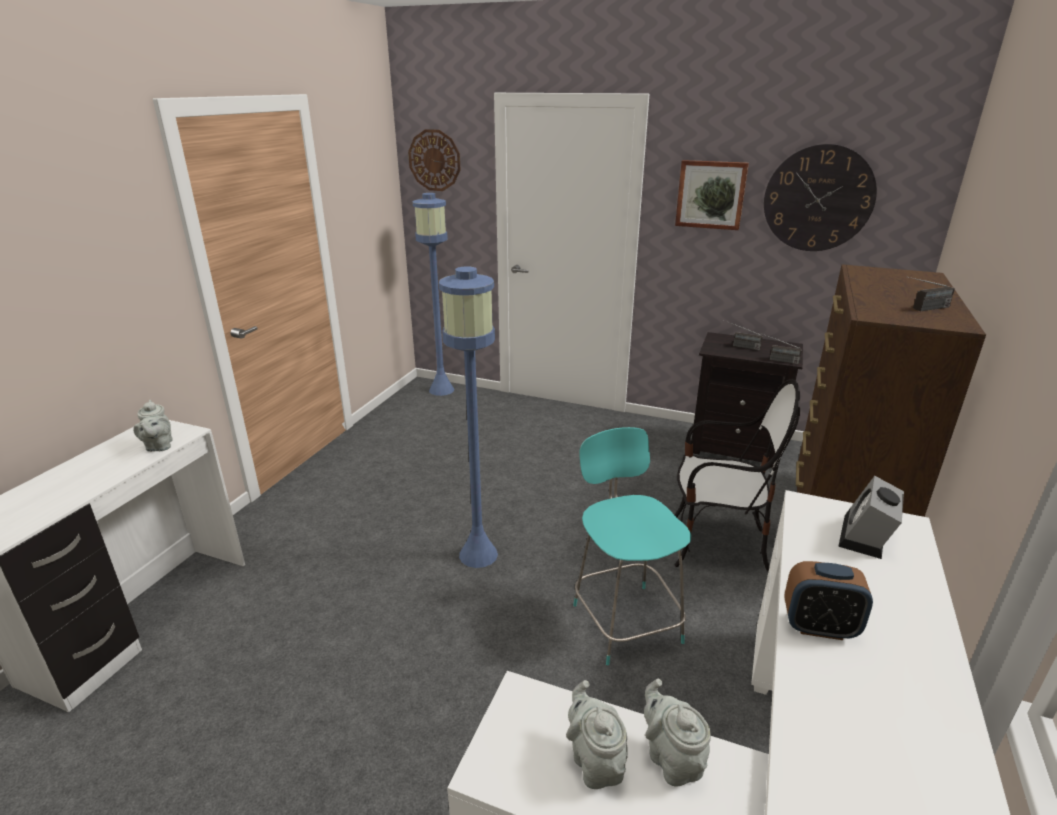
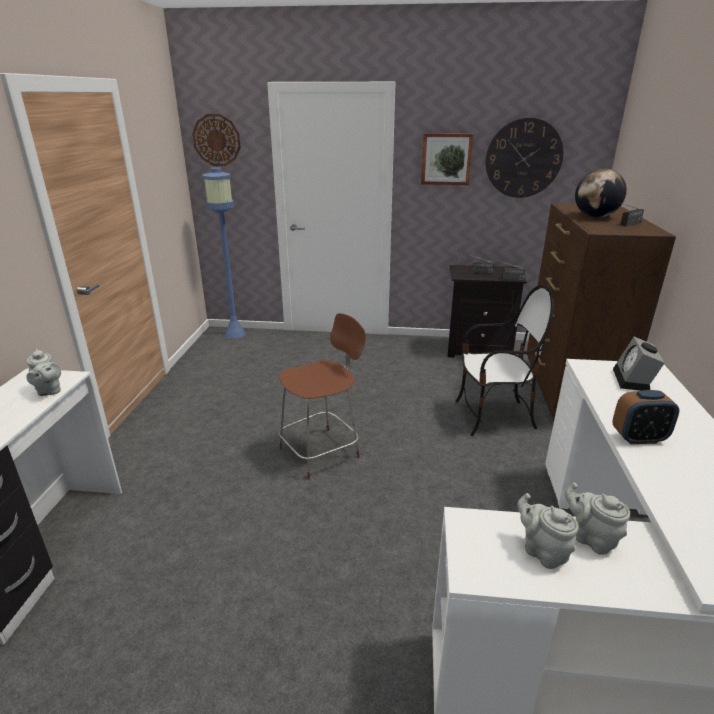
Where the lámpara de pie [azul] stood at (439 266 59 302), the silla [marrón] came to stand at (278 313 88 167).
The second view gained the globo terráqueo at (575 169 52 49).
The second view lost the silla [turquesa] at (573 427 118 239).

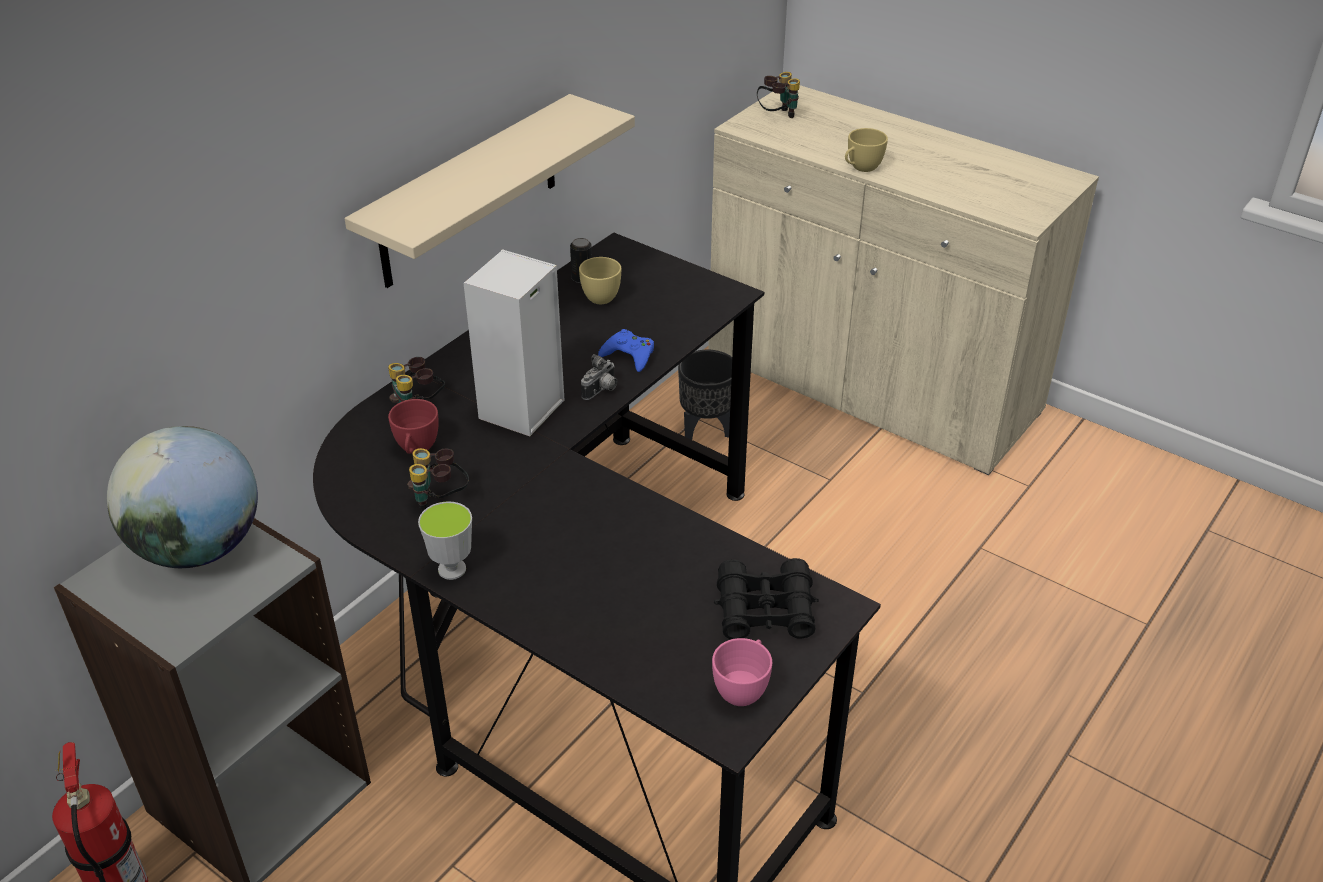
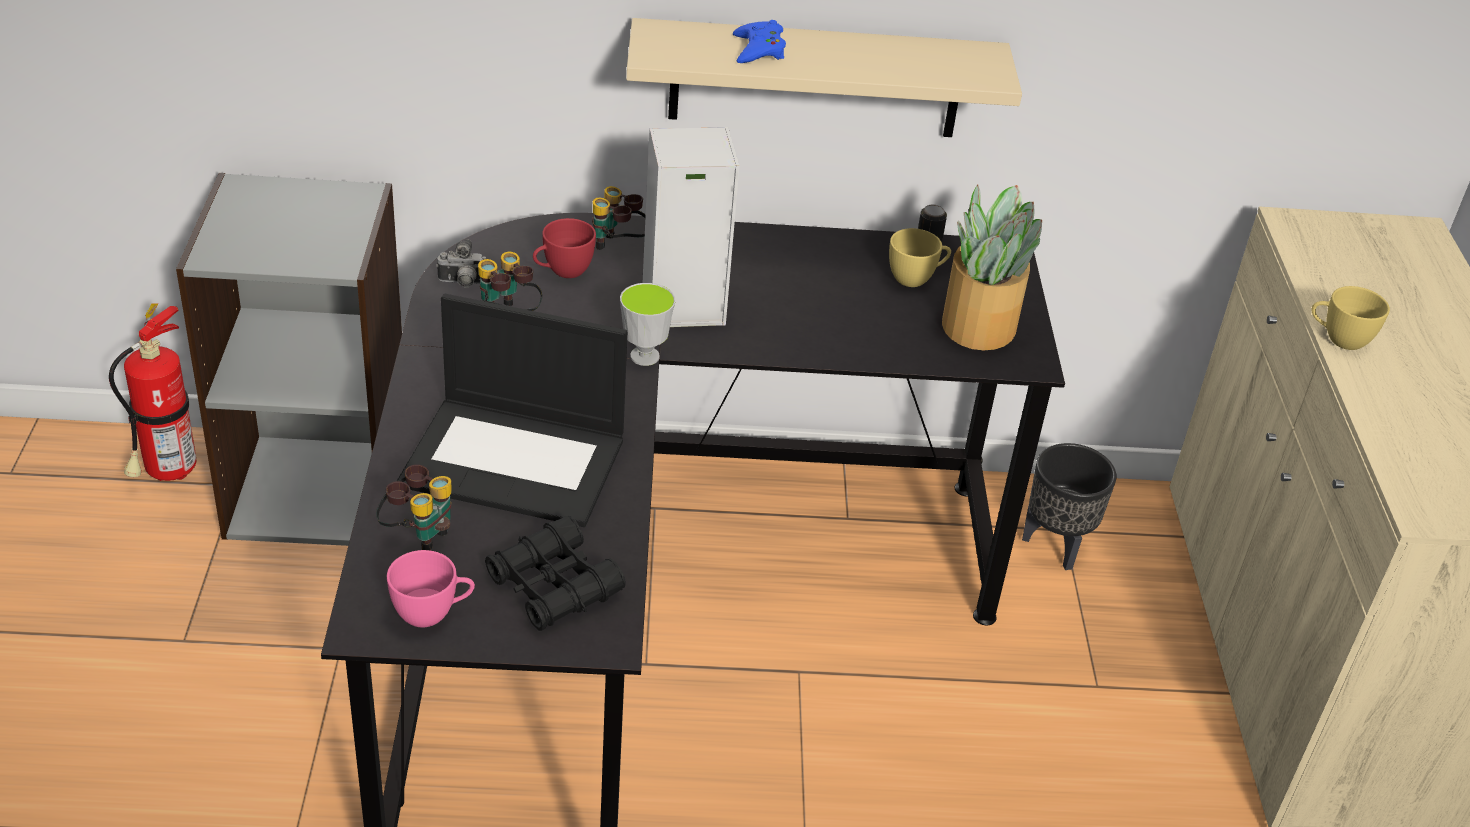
The prismáticos ended up elsewhere, having gone from (757 72 43 46) to (376 464 75 86).
The second view gained the portátil at (397 294 230 233).
The cámara ended up elsewhere, having gone from (581 354 37 46) to (436 239 50 49).
The taza ended up elsewhere, having gone from (418 502 54 78) to (620 283 55 83).
The mando de consola [azul] ended up elsewhere, having gone from (598 329 56 43) to (733 20 53 43).
The second view gained the planta en maceta at (942 184 100 166).
The second view lost the globo terráqueo at (107 426 151 142).

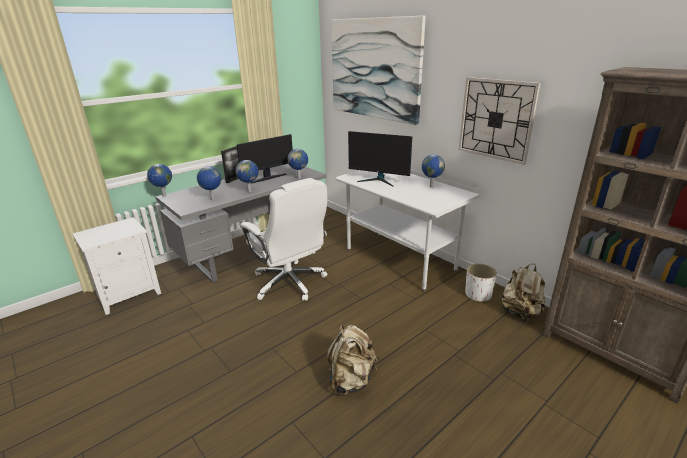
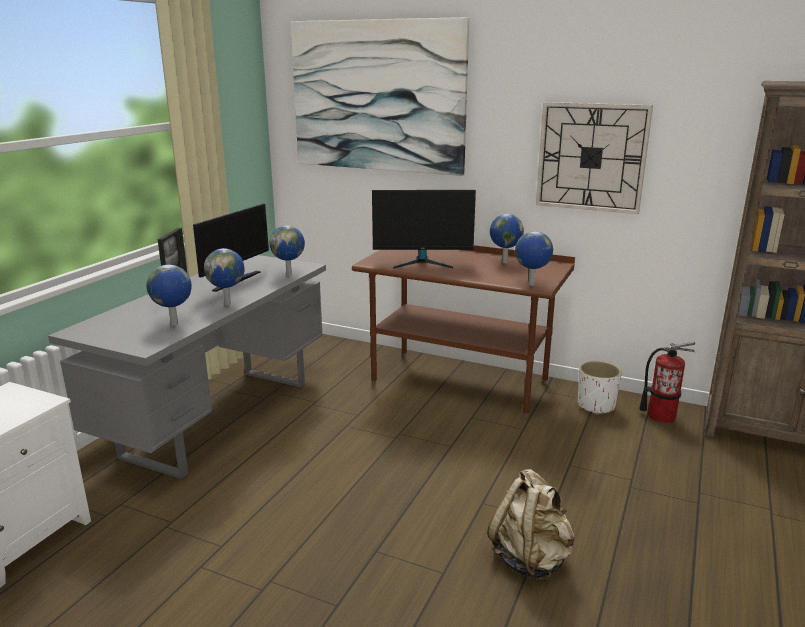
What was the escritorio [blanco] at (336 170 144 122) turned into the escritorio [marrón] at (352 245 223 172).
The globo terráqueo ended up elsewhere, having gone from (147 164 25 33) to (515 231 38 55).
Where the mochila [beis] stood at (499 264 47 57), the extintor came to stand at (639 342 56 81).
The second view lost the silla de oficina [blanco] at (240 178 88 123).

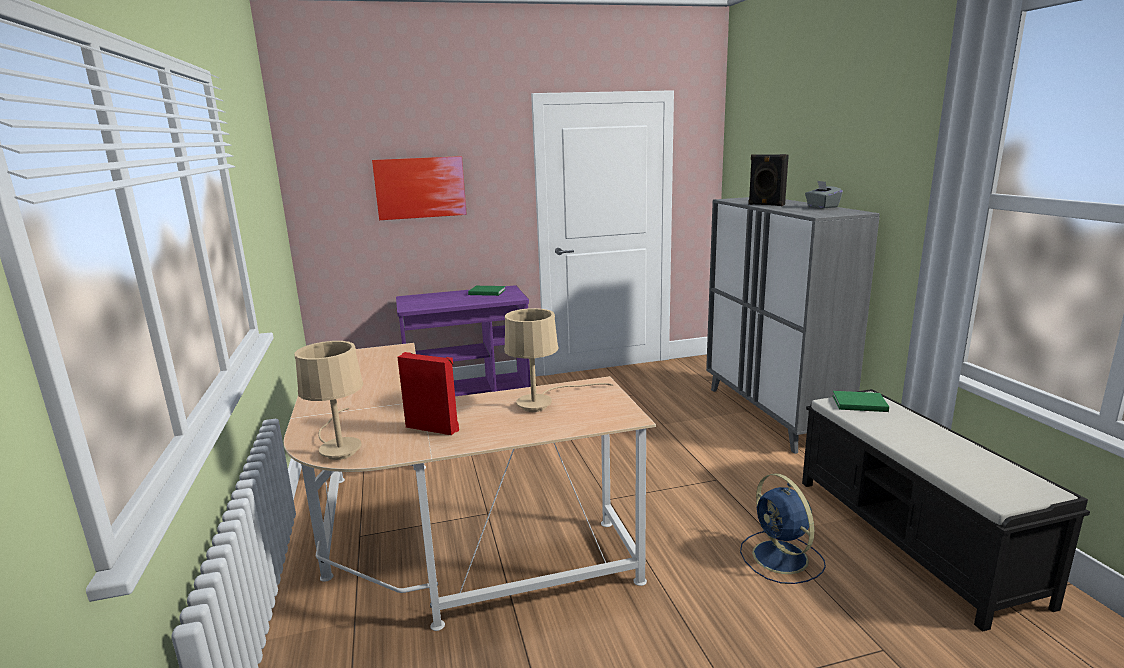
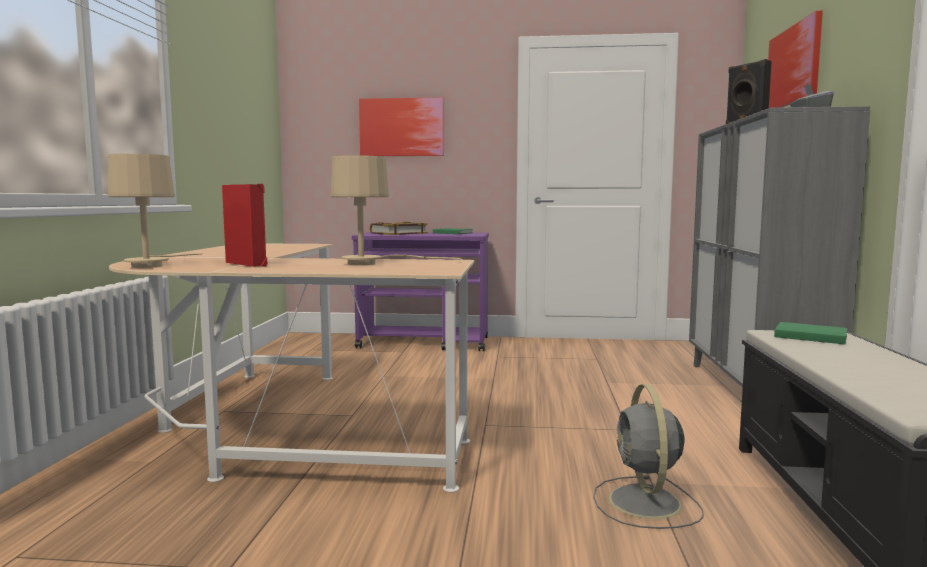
The second view gained the libro at (370 222 58 13).
What was the ventilador [azul] at (740 473 86 111) turned into the ventilador [gris] at (593 384 111 145).
The second view gained the cuadro at (768 10 55 98).

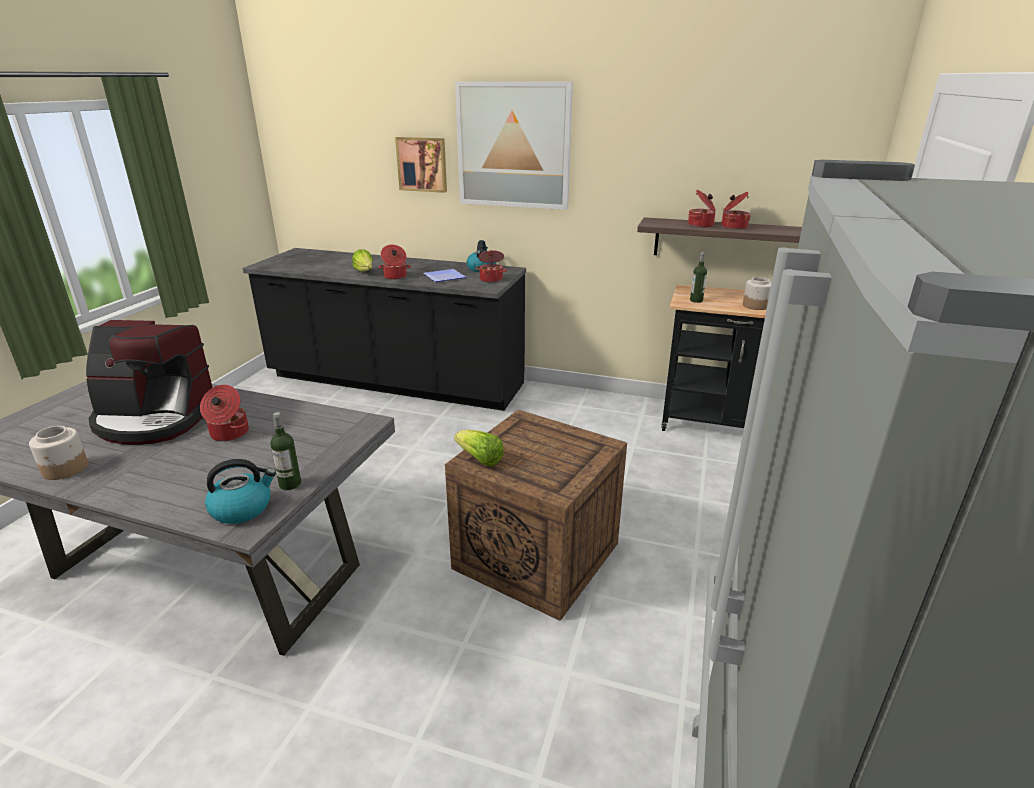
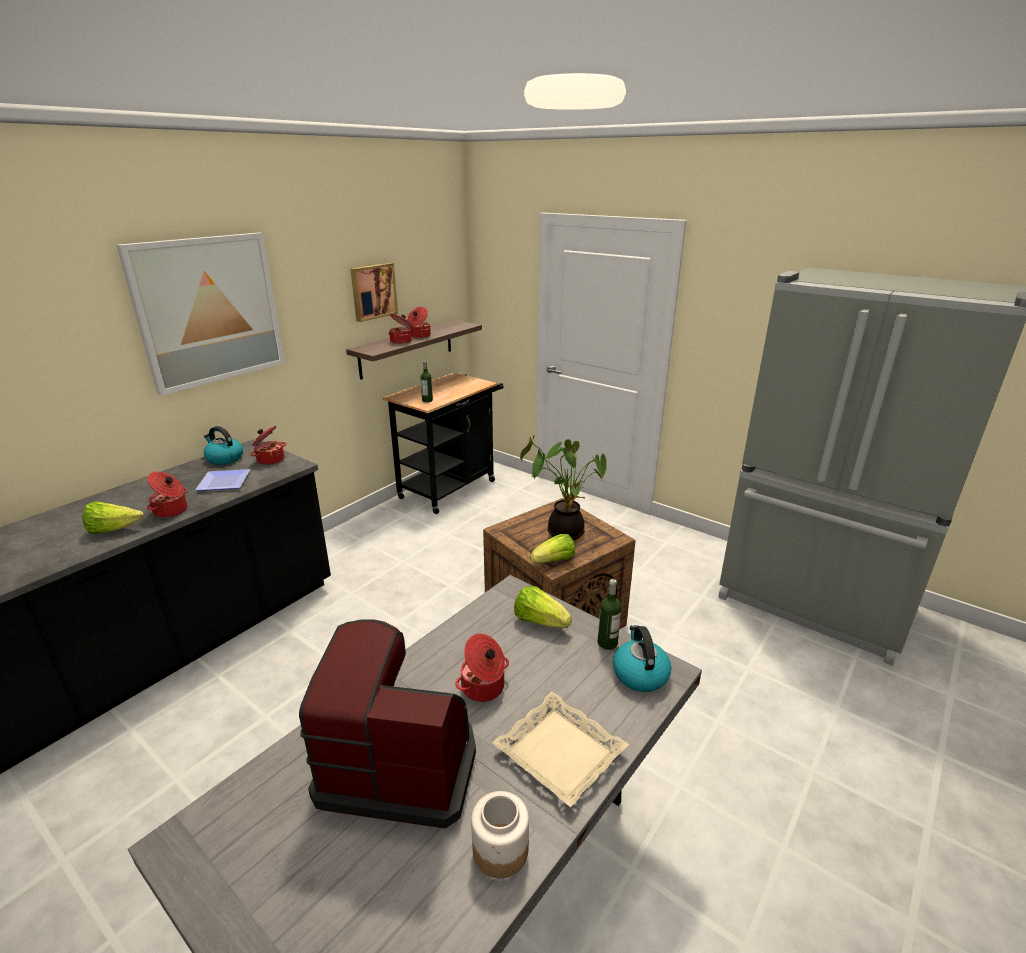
The cafetera at (86 320 127 125) ended up facing another way, 105 degrees counterclockwise from before.
The cuadro ended up elsewhere, having gone from (395 137 52 56) to (350 263 48 59).
The second view gained the bandeja [beis] at (492 692 137 115).
The second view gained the lechuga at (514 586 58 42).
The second view gained the planta en maceta at (520 436 87 104).
The second view lost the tarro at (743 277 29 33).

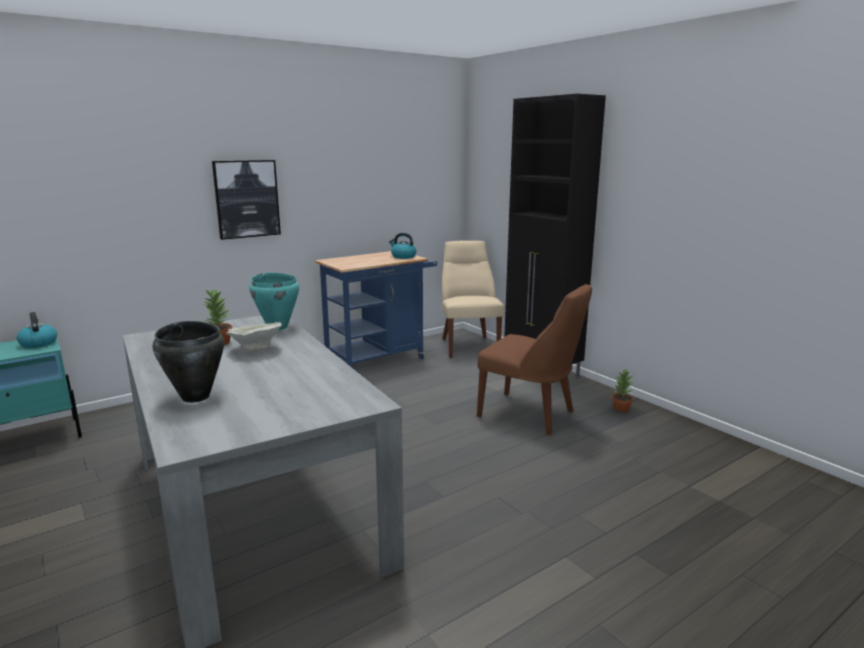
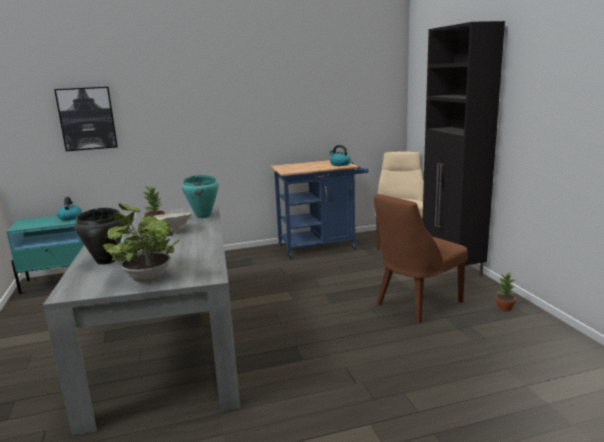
The cuadro ended up elsewhere, having gone from (212 160 69 80) to (54 87 64 64).
The second view gained the planta en maceta at (103 203 76 79).
The silla [marrón] at (477 284 115 151) ended up facing another way, 90 degrees clockwise from before.

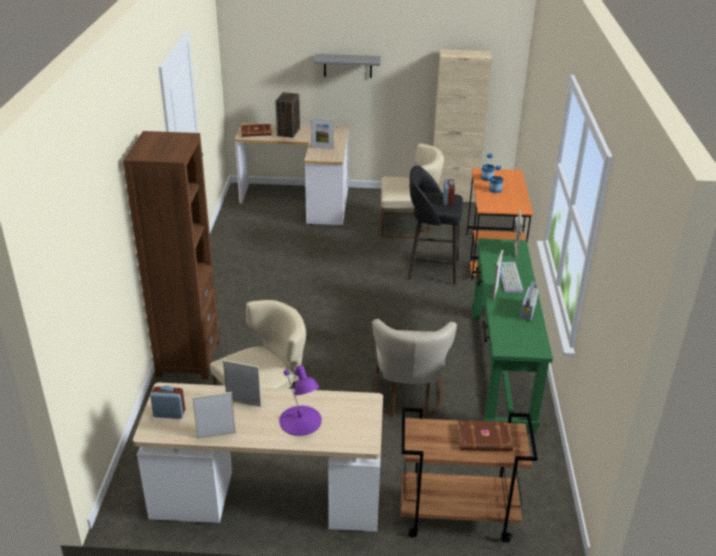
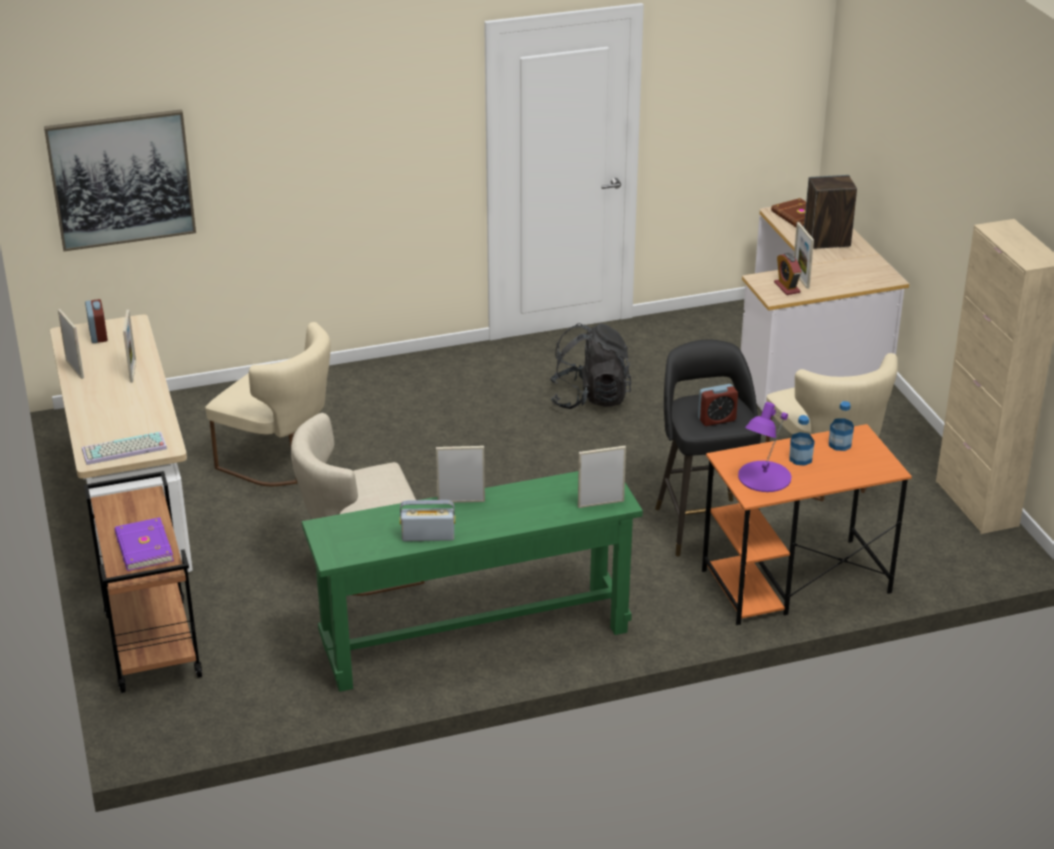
The second view gained the cuadro at (44 109 152 142).
The teclado ended up elsewhere, having gone from (500 262 23 30) to (82 432 85 33).
What was the libro [marrón] at (457 421 56 30) turned into the libro [morado] at (114 517 60 54).
The second view gained the mochila [negro] at (550 323 81 86).
The lámpara de mesa [morado] ended up elsewhere, having gone from (279 365 43 71) to (738 402 53 90).
The second view gained the despertador at (774 253 27 42).
The second view lost the estantería [marrón] at (123 131 97 249).
The second view lost the estante [gris] at (313 54 68 24).

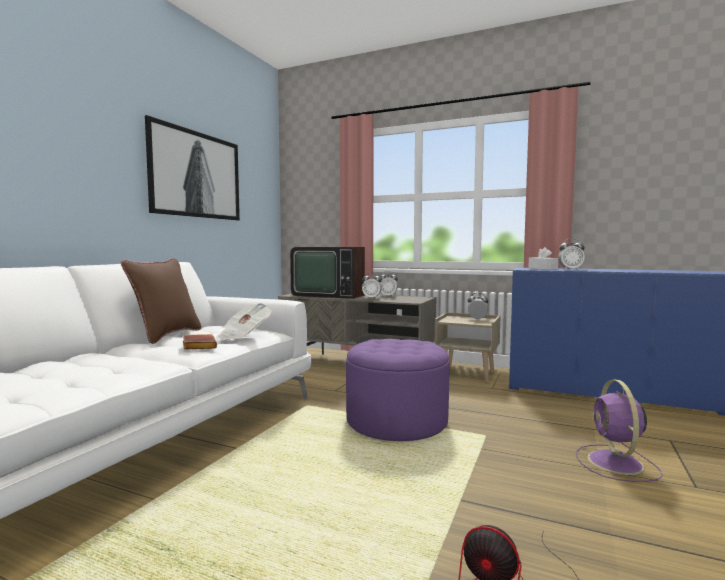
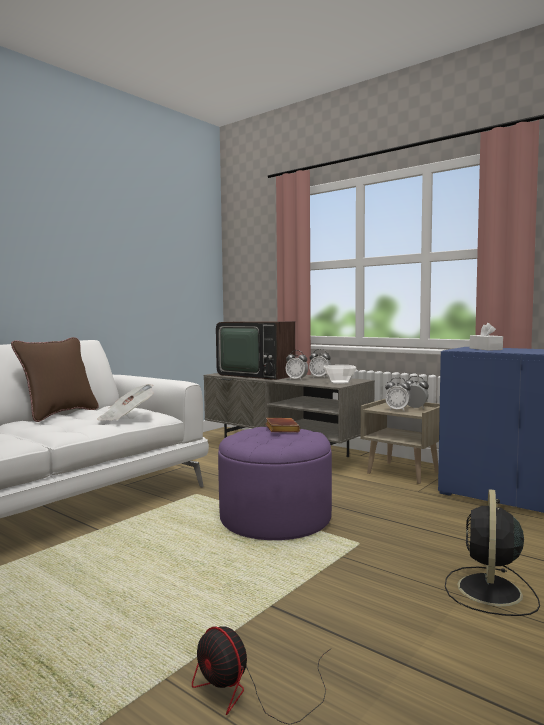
The libro [marrón] ended up elsewhere, having gone from (183 334 34 16) to (266 418 34 14).
The second view gained the cuenco at (324 365 32 19).
The despertador ended up elsewhere, having gone from (558 238 27 32) to (385 378 26 33).
What was the ventilador [morado] at (576 380 87 102) turned into the ventilador [negro] at (445 489 95 127).
The second view lost the cuadro at (145 115 95 105).

